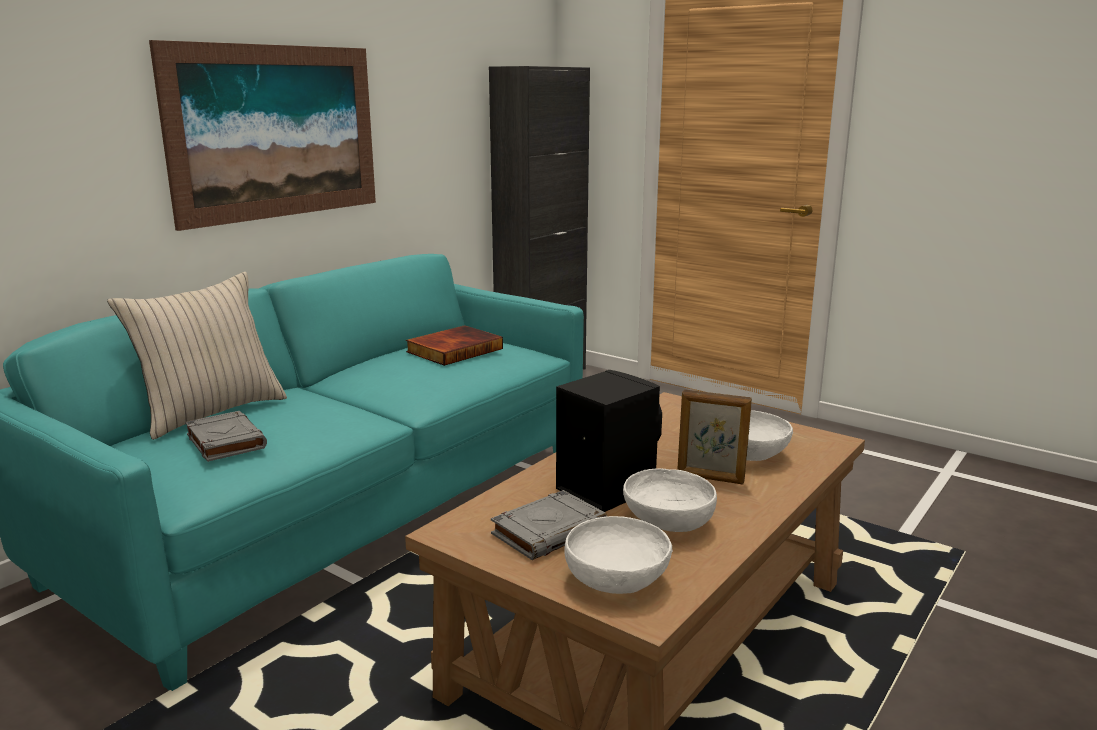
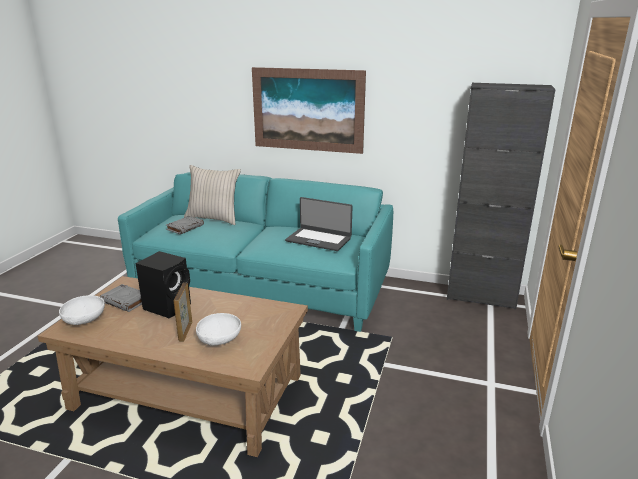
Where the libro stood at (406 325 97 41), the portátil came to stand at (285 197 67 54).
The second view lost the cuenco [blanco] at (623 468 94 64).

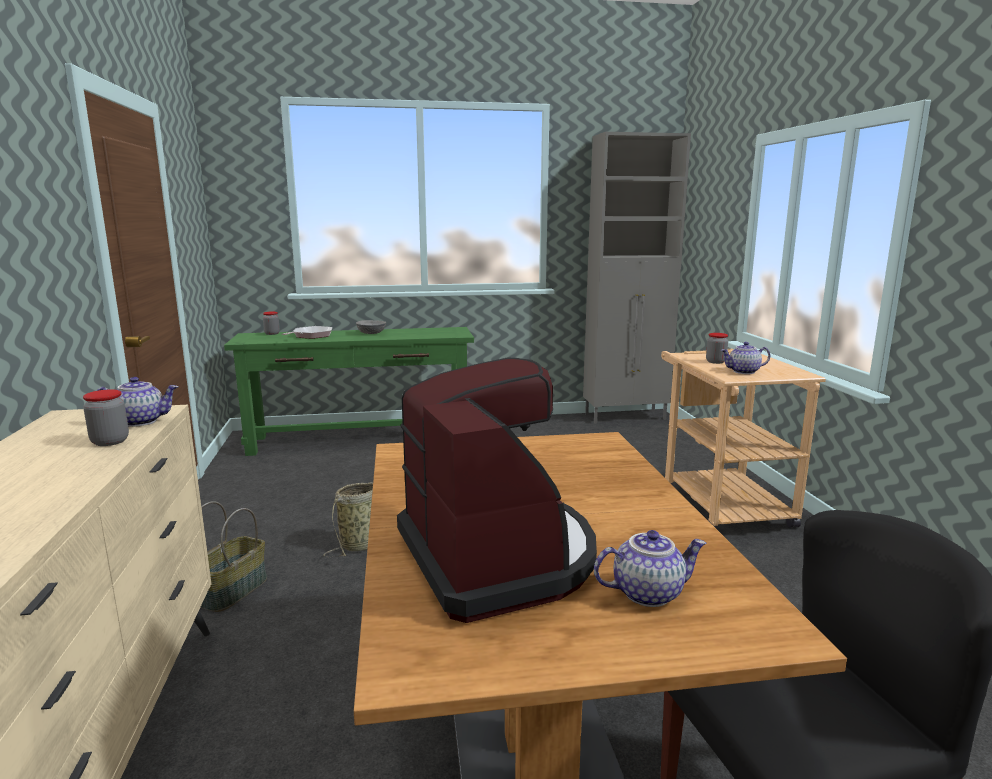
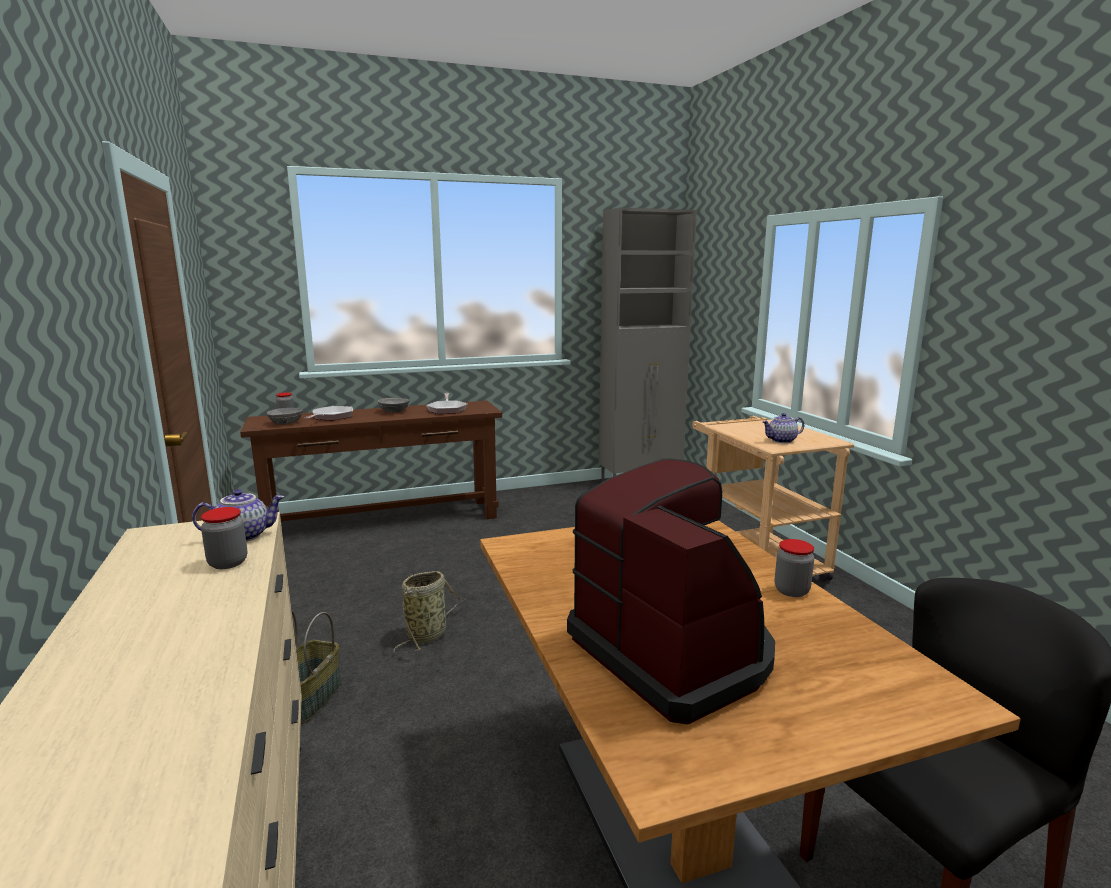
What was the mesa consola [verde] at (224 327 250 129) turned into the mesa consola [marrón] at (240 401 262 120).
The second view gained the cuenco [gris] at (267 408 36 17).
The second view gained the sartén at (426 393 41 21).
The tarro ended up elsewhere, having gone from (706 333 22 31) to (775 539 39 58).
The second view lost the tetera at (594 530 113 77).

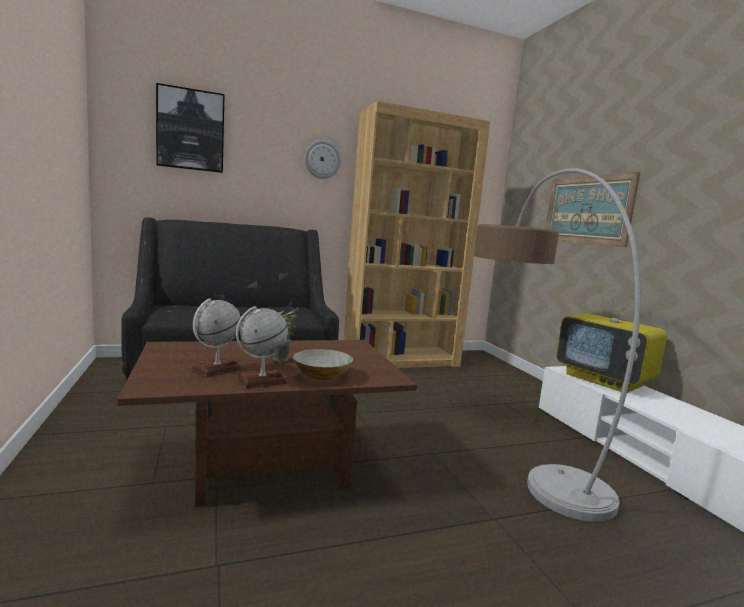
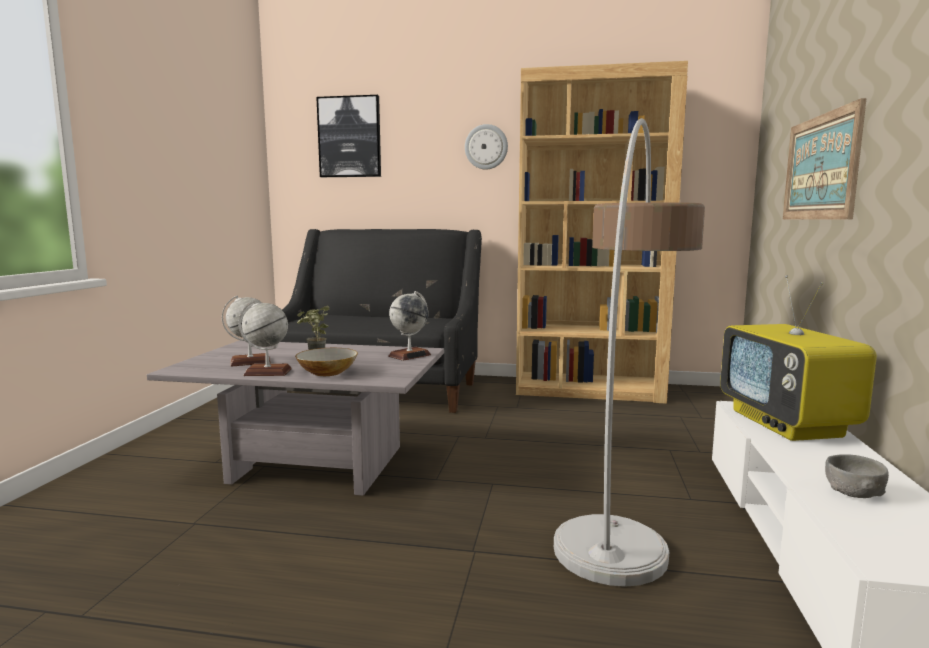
What was the mesa de centro [marrón] at (117 340 300 167) turned into the mesa de centro [gris] at (147 340 297 156).
The second view gained the globo terráqueo at (388 291 43 70).
The second view gained the cuenco [gris] at (825 454 64 44).

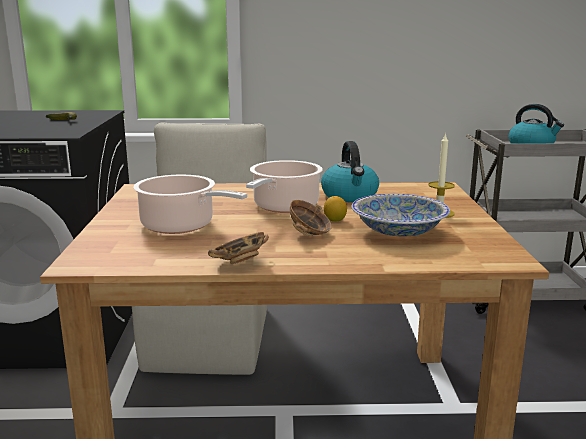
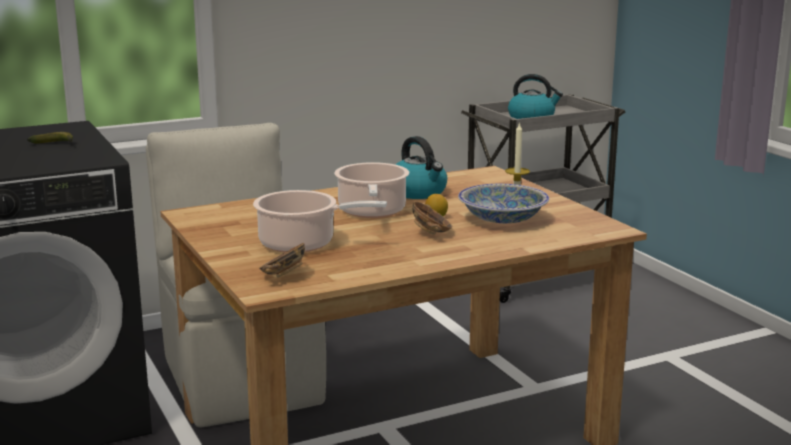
The cuenco ended up elsewhere, having gone from (208 232 61 32) to (259 243 46 35).

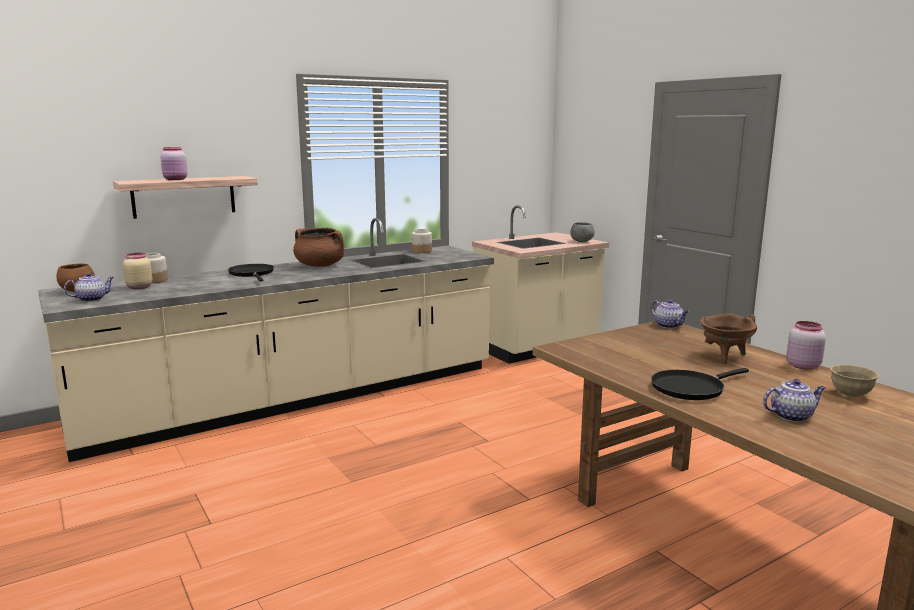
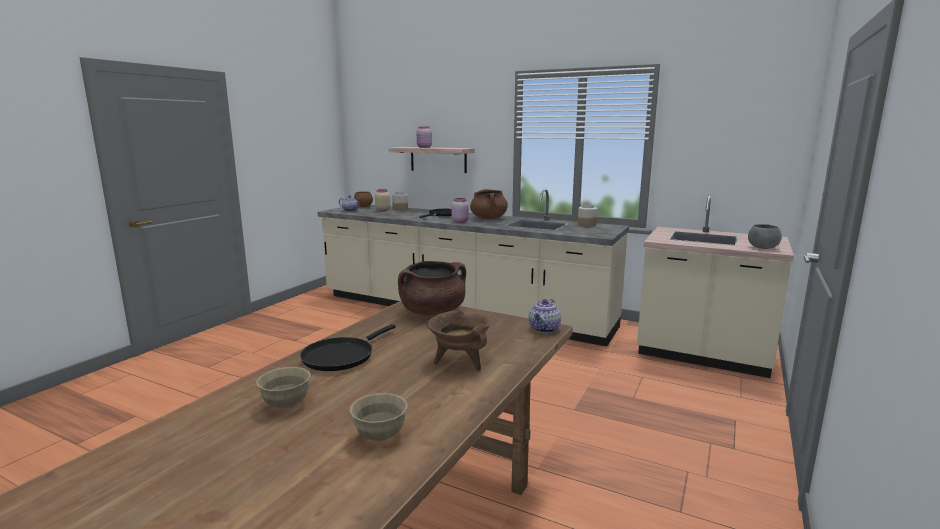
Where the tetera stood at (763 379 62 43), the cuenco [beis] came to stand at (256 367 55 42).
The sartén [negro] at (651 368 98 32) ended up facing another way, 90 degrees counterclockwise from before.
The second view gained the olla [marrón] at (398 261 68 55).
The tarro [rosa] ended up elsewhere, having gone from (786 321 40 49) to (451 198 18 25).

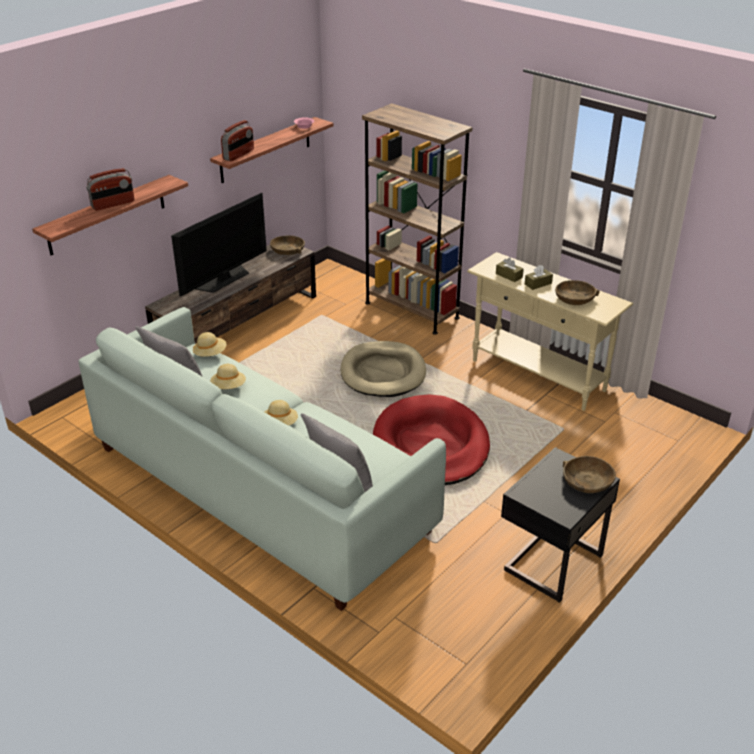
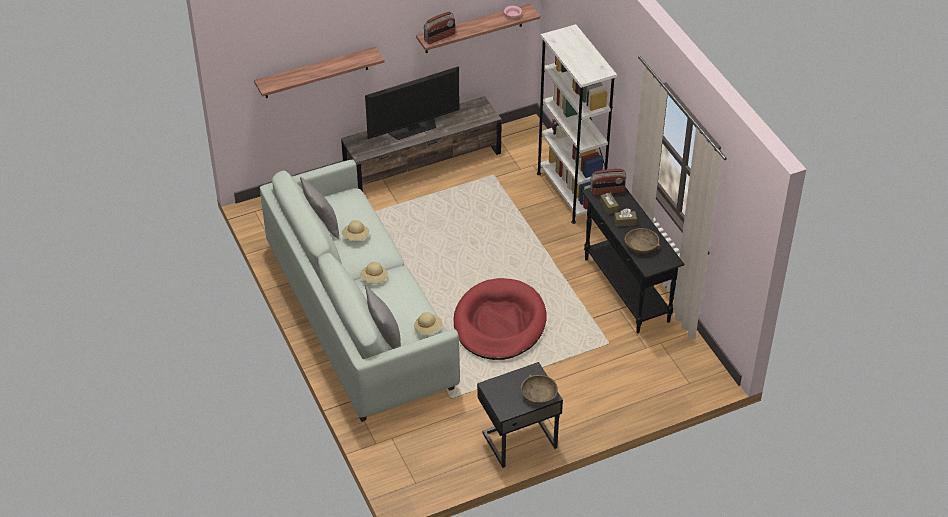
The sombrero [beis] ended up elsewhere, having gone from (193 332 33 25) to (414 312 29 23).
What was the estantería [marrón] at (362 103 111 232) turned into the estantería [blanco] at (537 24 80 200).
What was the mesa consola [beis] at (467 252 166 159) turned into the mesa consola [negro] at (581 187 104 146).
The radio ended up elsewhere, having gone from (86 168 48 43) to (590 169 37 26).
The second view lost the cuenco [marrón] at (270 236 35 19).
The second view lost the cama para perro [beis] at (341 341 85 56).

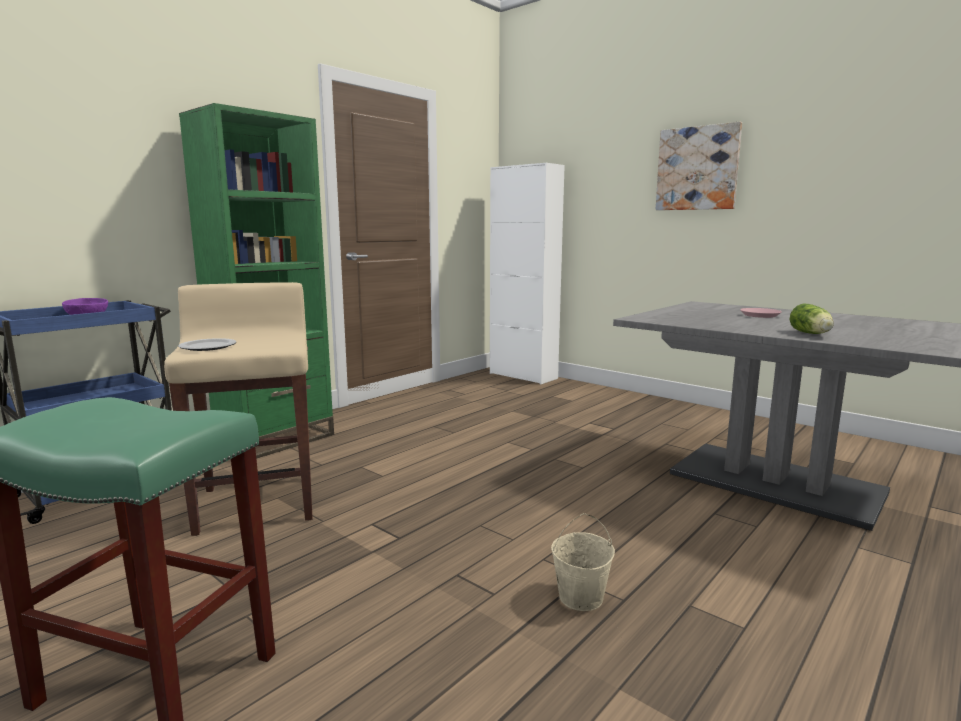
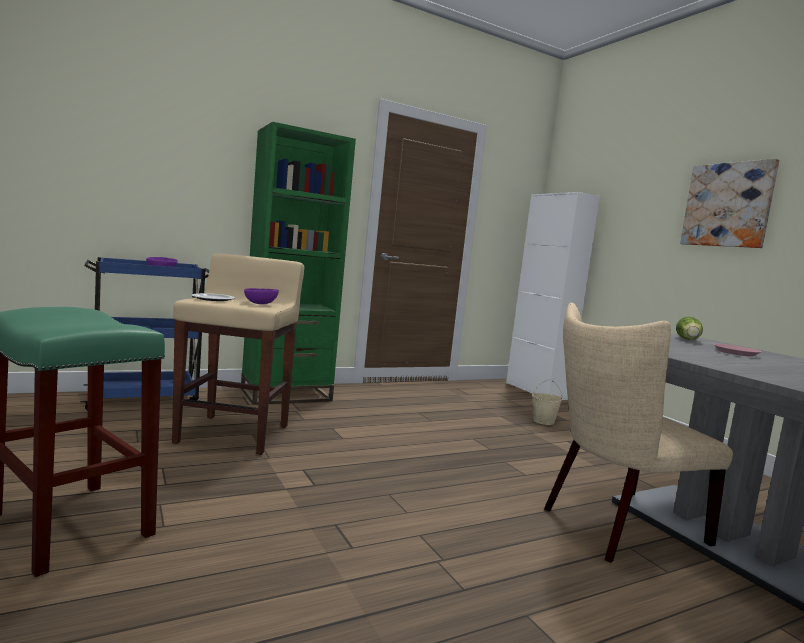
The second view gained the cuenco [morado] at (244 288 35 16).
The cubo [beis] ended up elsewhere, having gone from (551 513 64 98) to (532 379 31 46).
The second view gained the silla [beis] at (544 302 189 261).
The lechuga ended up elsewhere, having gone from (790 304 44 30) to (676 317 27 23).

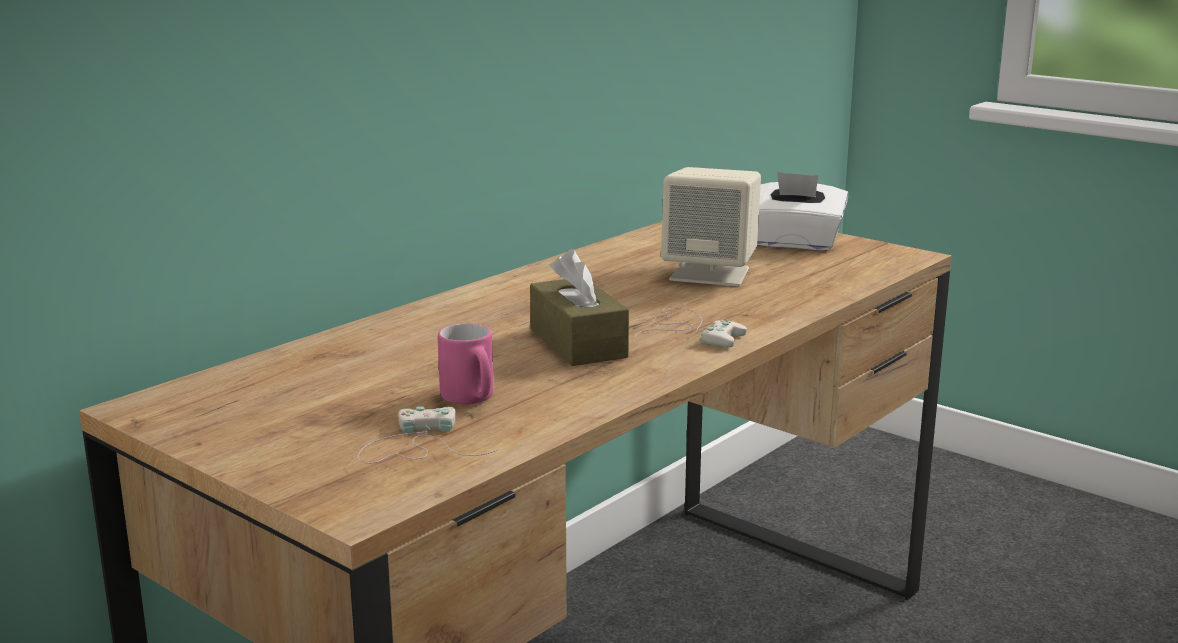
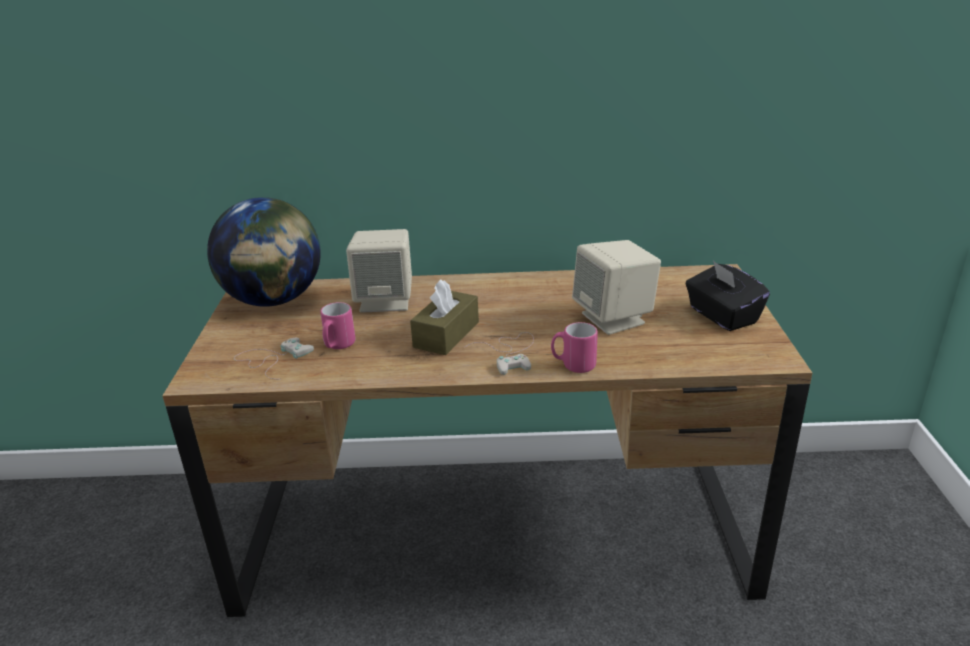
The second view gained the globo terráqueo at (207 197 114 110).
The second view gained the altavoz [beis] at (346 229 66 84).
The second view gained the taza grande [rosa] at (551 322 47 51).
What was the caja de pañuelos [blanco] at (757 172 91 78) turned into the caja de pañuelos [negro] at (685 261 85 70).

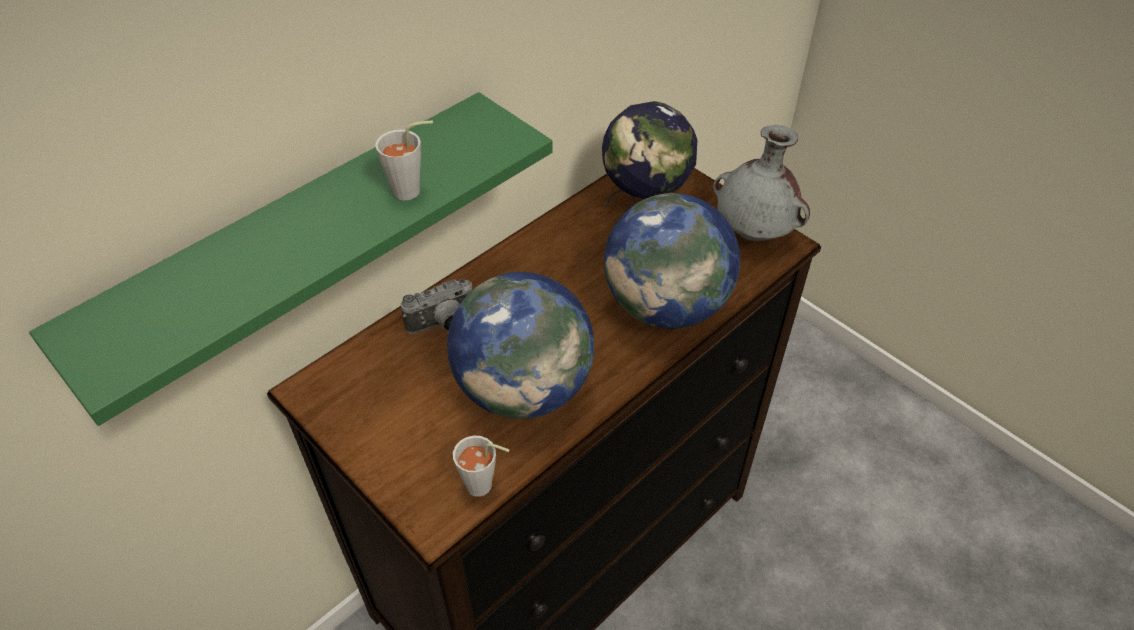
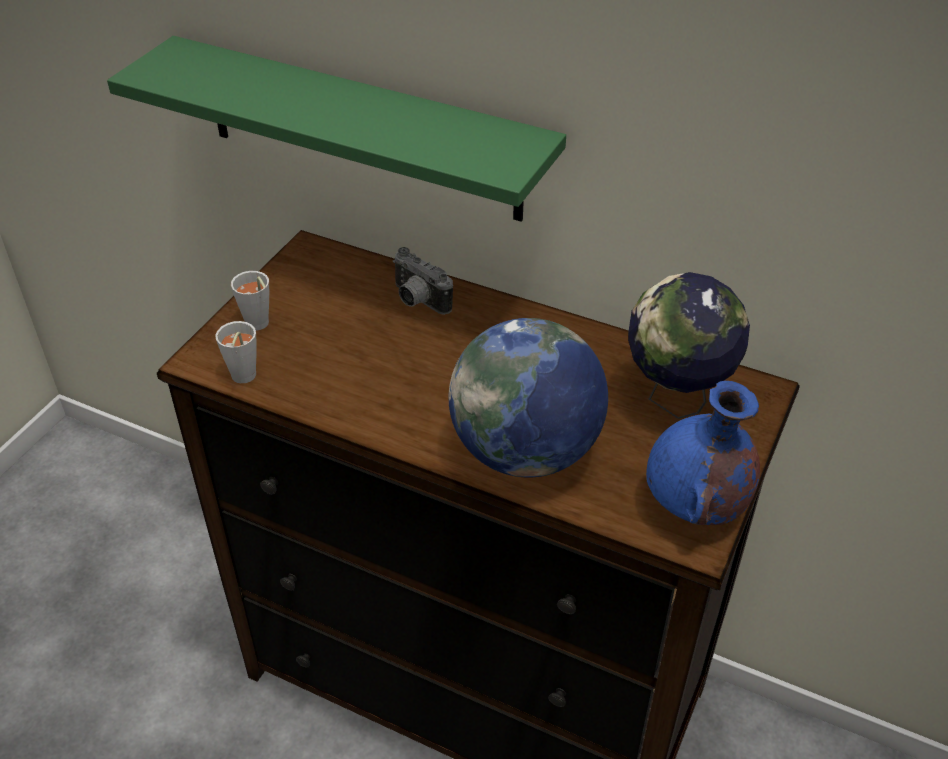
The taza [gris] ended up elsewhere, having gone from (375 120 58 80) to (231 271 38 60).
What was the florero [gris] at (713 125 97 116) turned into the florero [azul] at (646 381 114 144).
The second view lost the globo terráqueo at (447 272 147 147).

